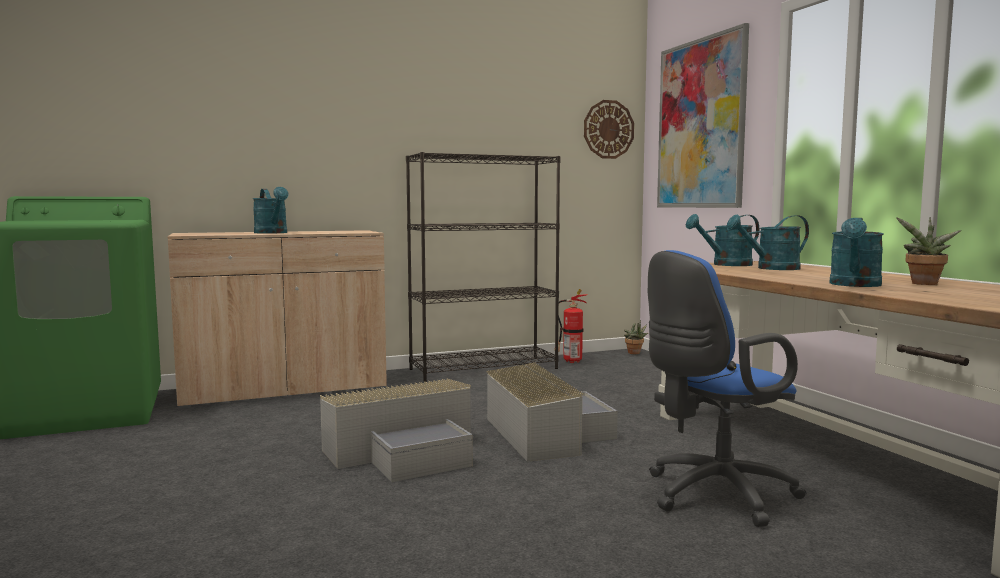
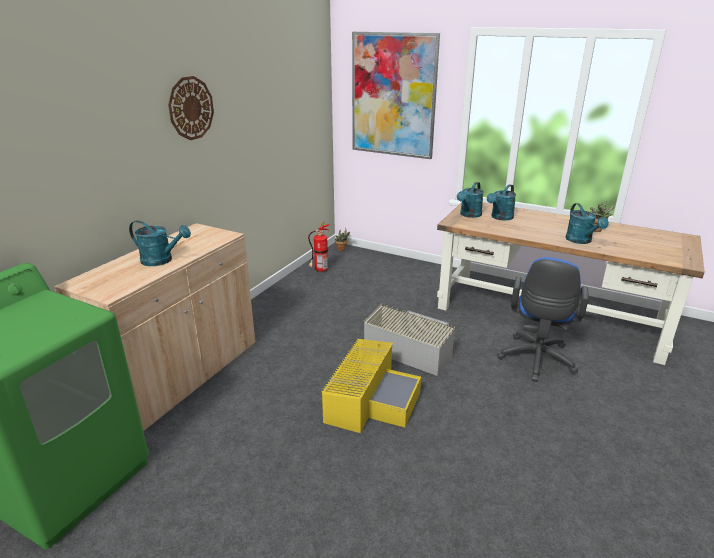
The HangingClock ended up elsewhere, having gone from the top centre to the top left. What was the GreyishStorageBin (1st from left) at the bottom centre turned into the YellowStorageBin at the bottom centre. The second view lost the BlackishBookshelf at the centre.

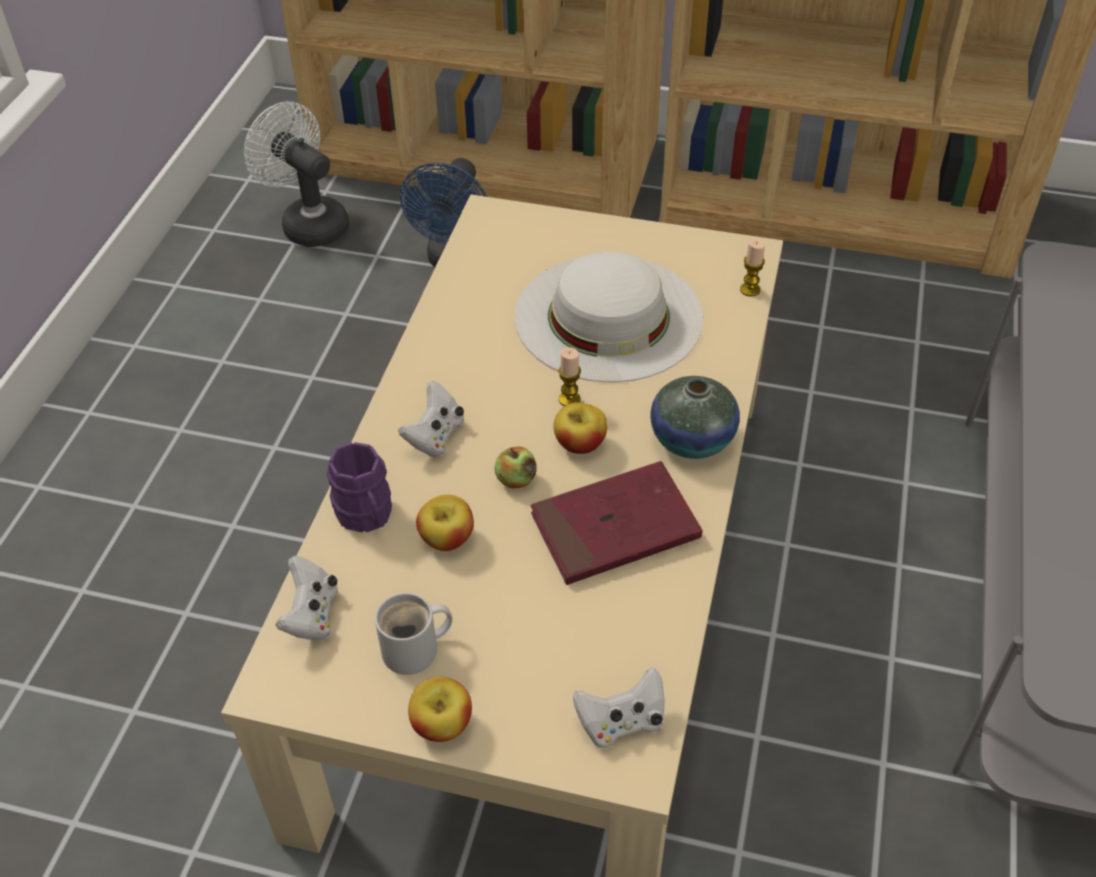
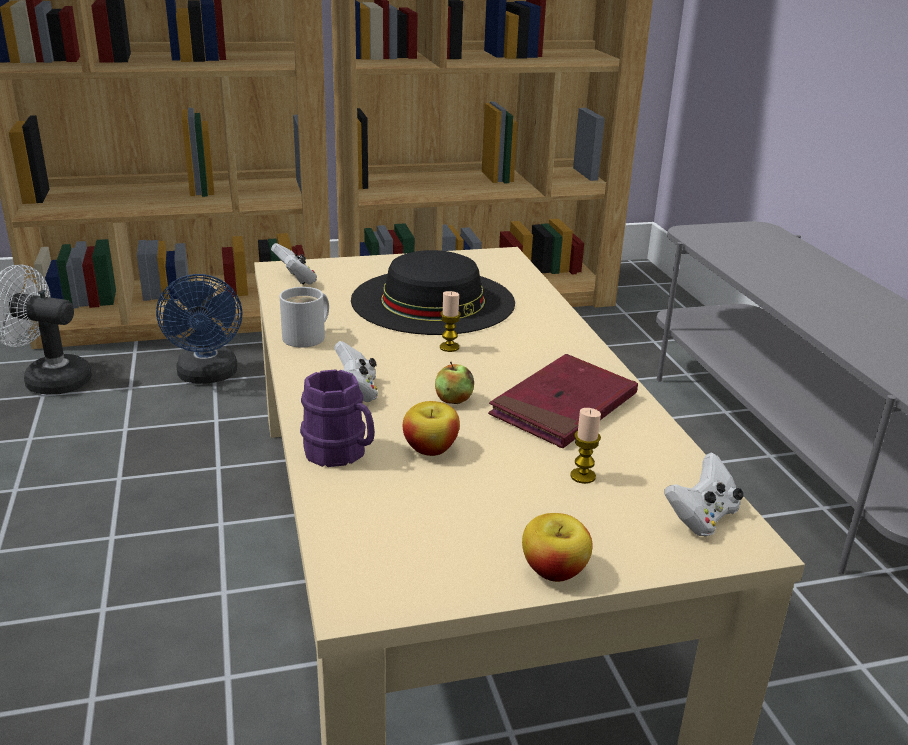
The WhiteJoypad (1st from left) ended up elsewhere, having gone from the bottom left to the middle left. The WhiteMug ended up elsewhere, having gone from the bottom centre to the centre. What was the WhiteHat at the centre turned into the BlackishHat at the centre. The Candle (2nd from left) ended up elsewhere, having gone from the top right to the centre. The second view lost the AppleFruit (4th from left) at the centre. The second view lost the Vase at the centre.

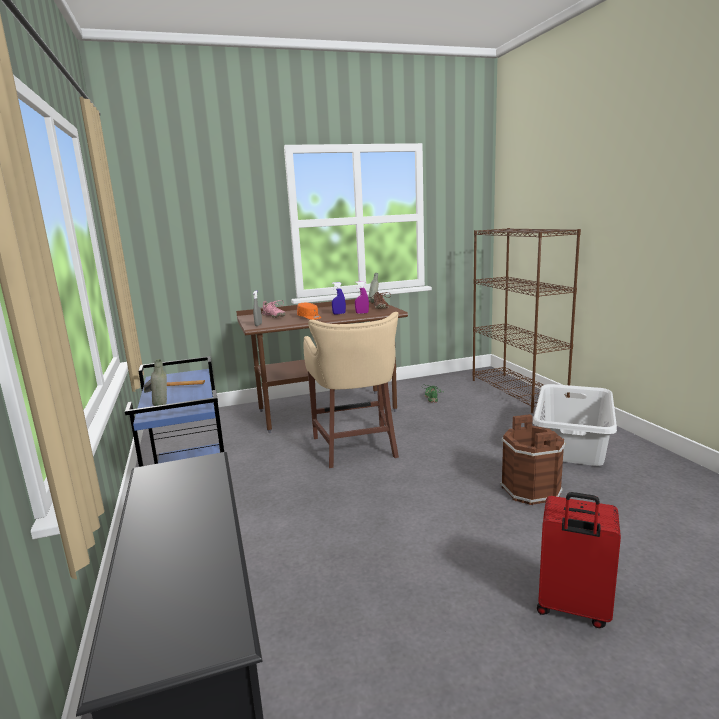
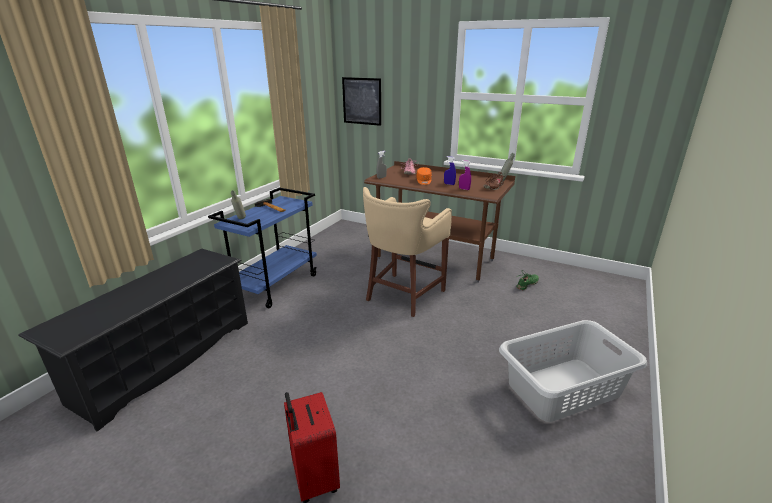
The second view gained the Picture at the top centre. The second view lost the BrownColouredBookshelf at the middle right. The second view lost the BrownColouredPail at the middle right.

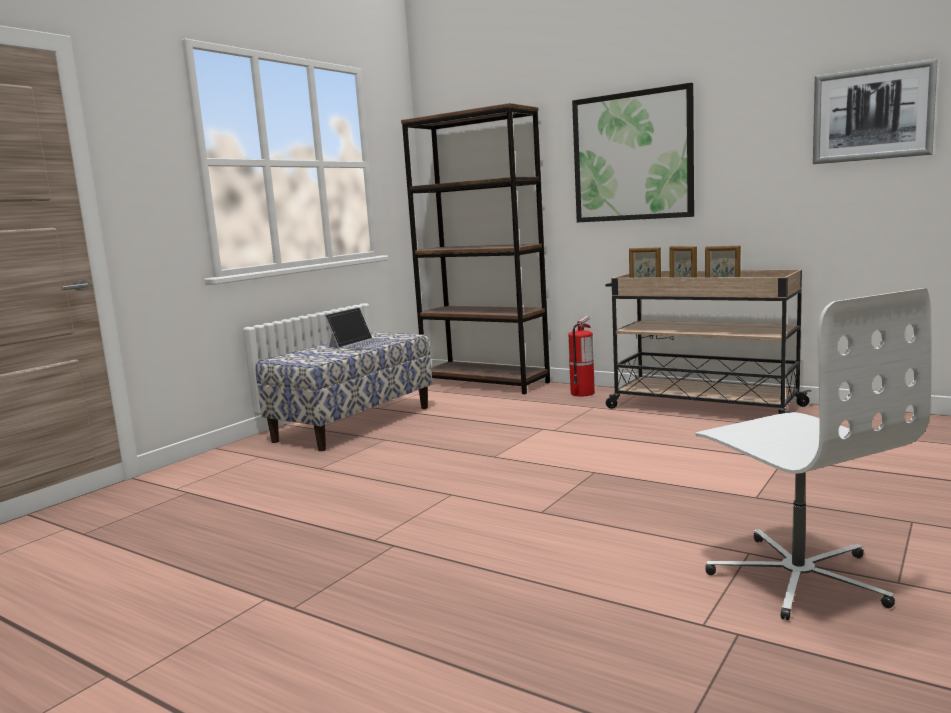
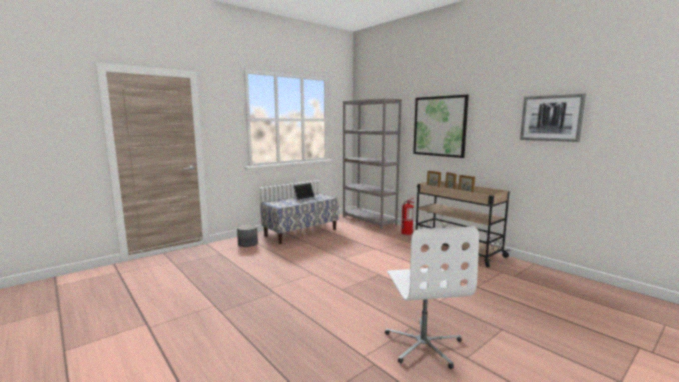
The second view gained the GreyishPlantPot at the centre. What was the BrownColouredBookshelf at the centre turned into the GreyishBookshelf at the centre.

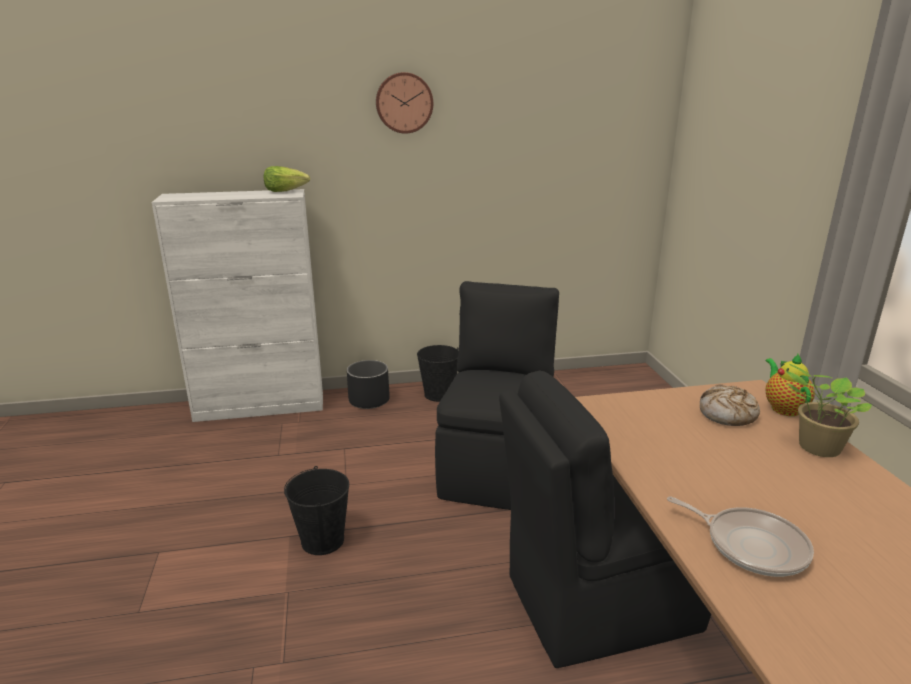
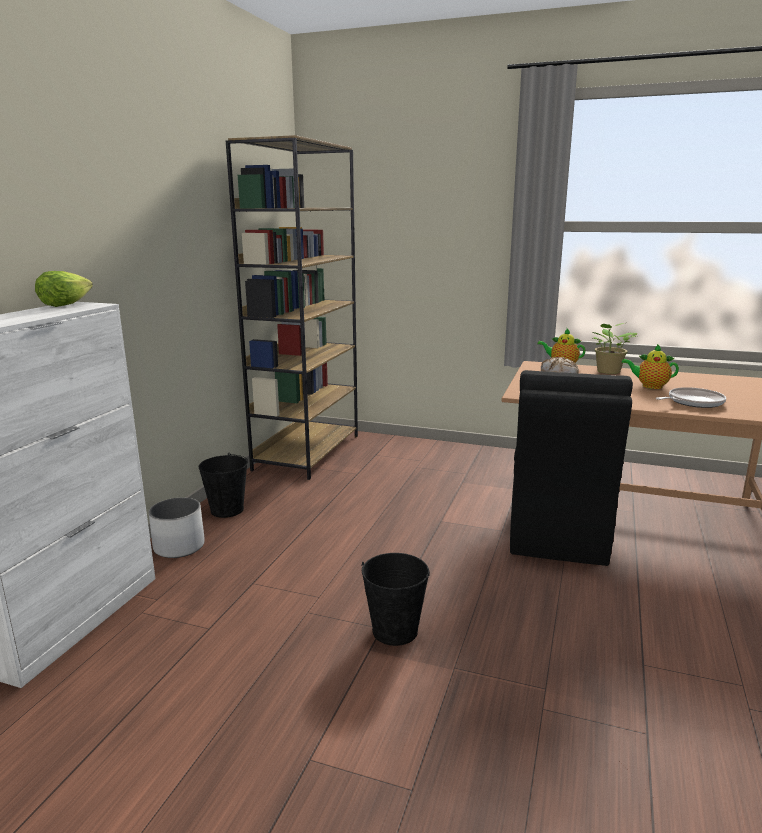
What was the BlackishPlantPot at the centre turned into the WhitePlantPot at the middle left. The second view gained the BrownColouredBookshelf at the centre. The second view gained the TeaPot (2nd from left) at the middle right. The second view lost the HangingClock at the top centre. The second view lost the BlackishUprightChair (1st from left) at the centre.

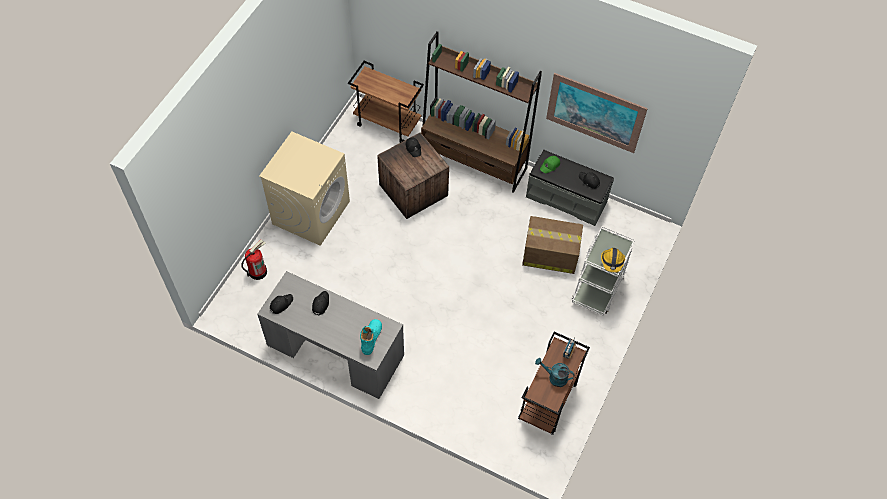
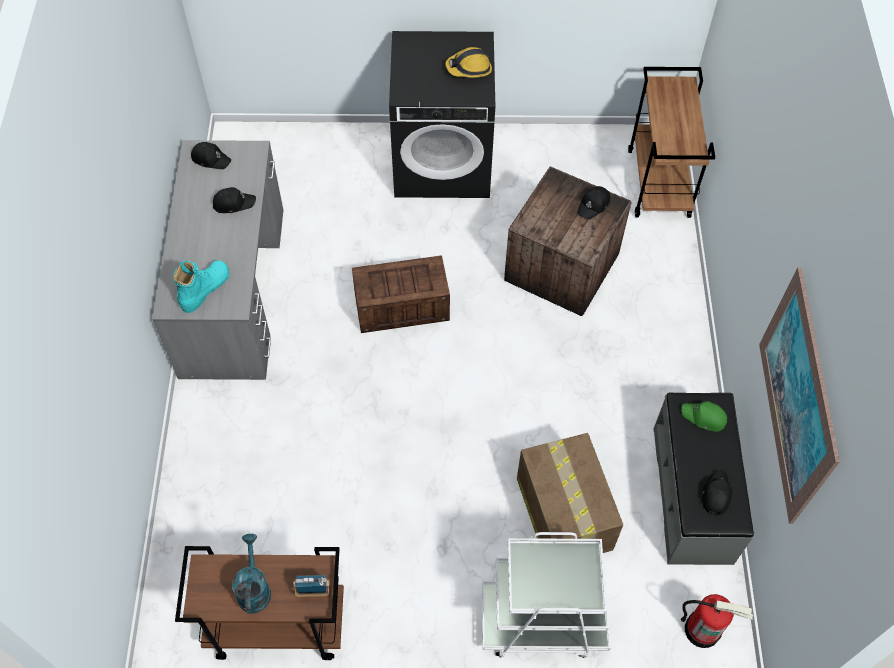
The BlueGreenBoot at the bottom centre ended up facing another way, 45 degrees counterclockwise from before. The second view gained the PackingCrate (1st from left) at the centre. What was the SandColouredWashingMachine at the centre turned into the BlackishWashingMachine at the top centre. The WorkHelmet ended up elsewhere, having gone from the middle right to the top centre. The FireFightingCylinder ended up elsewhere, having gone from the middle left to the bottom right. The second view lost the BrownColouredBookshelf at the top centre.

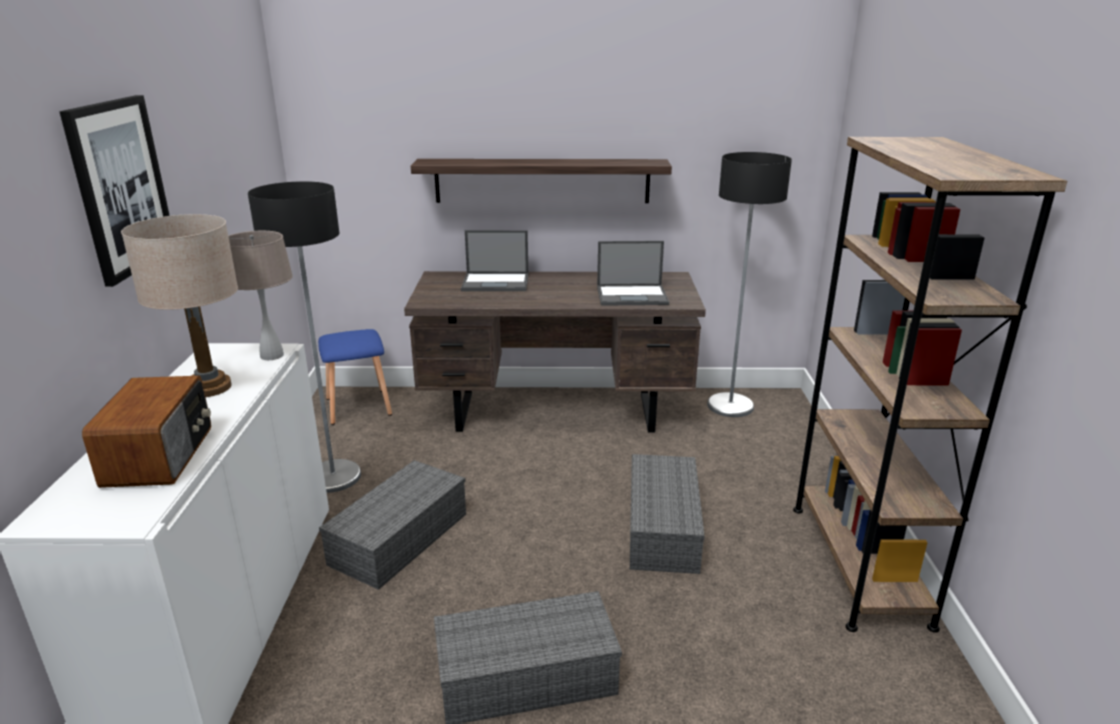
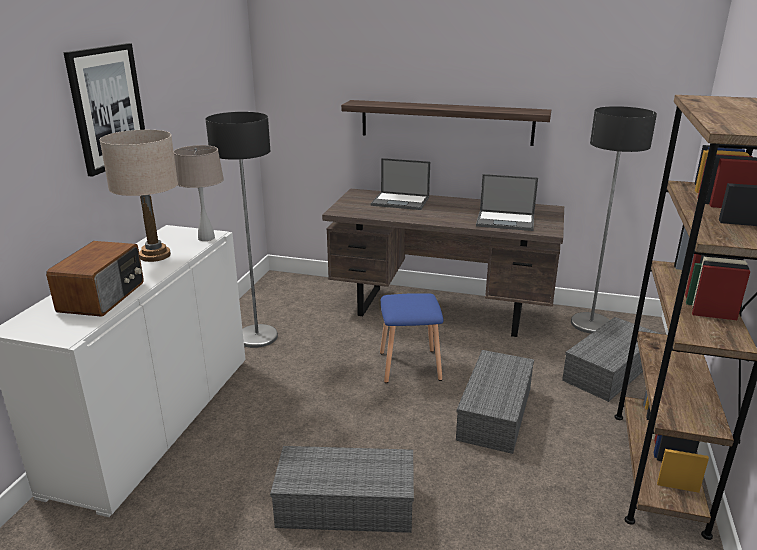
The BluishStool ended up elsewhere, having gone from the middle left to the centre. The GreyishStorageBin (1st from left in the first image) ended up elsewhere, having gone from the bottom centre to the middle right.

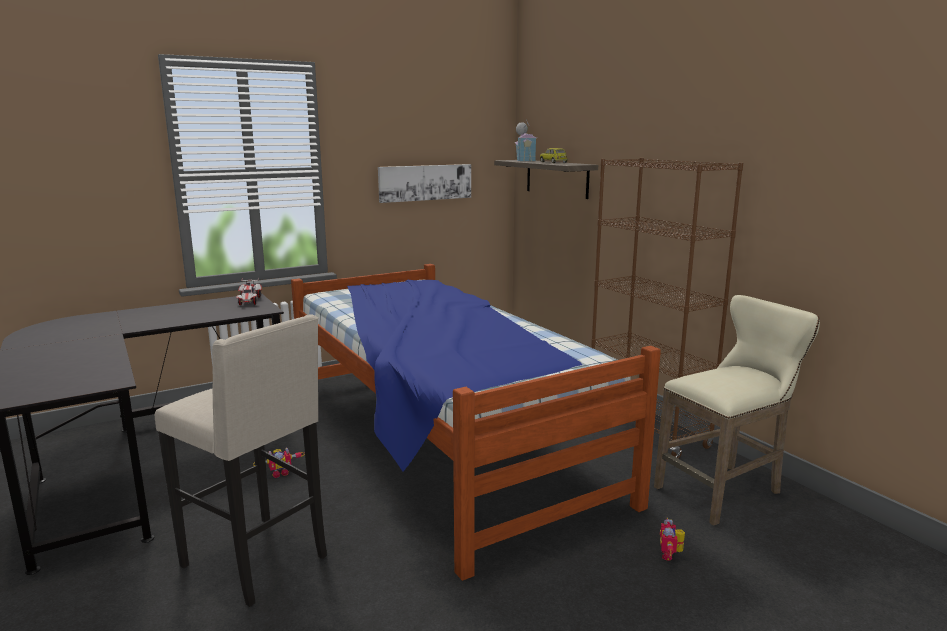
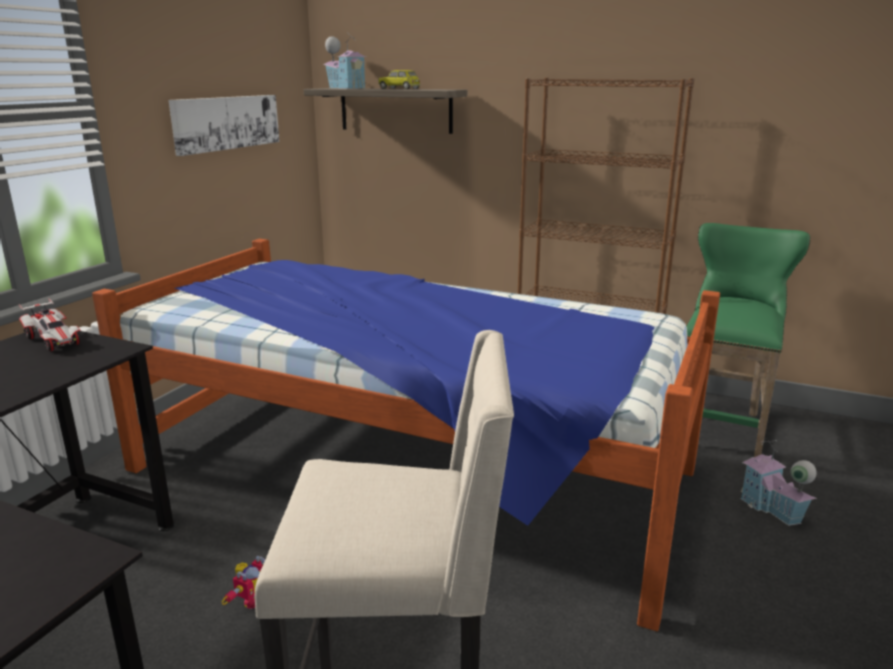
What was the SandColouredStool (2nd from left) at the middle right turned into the GreenColouredStool at the middle right. Where the ModelRobot (2nd from left) stood at the bottom right, the MiniatureHouse (2nd from left) came to stand at the bottom right.

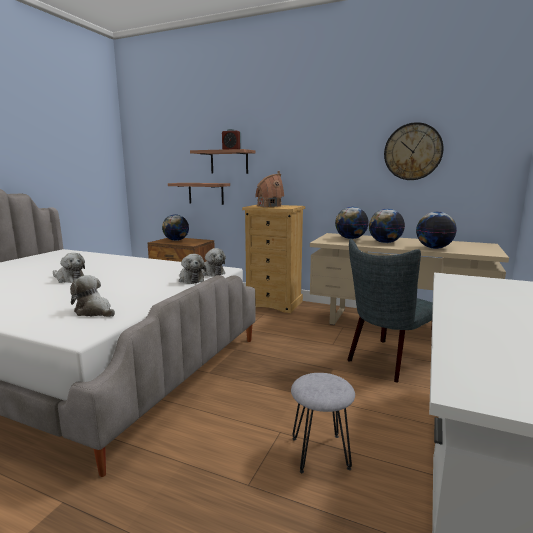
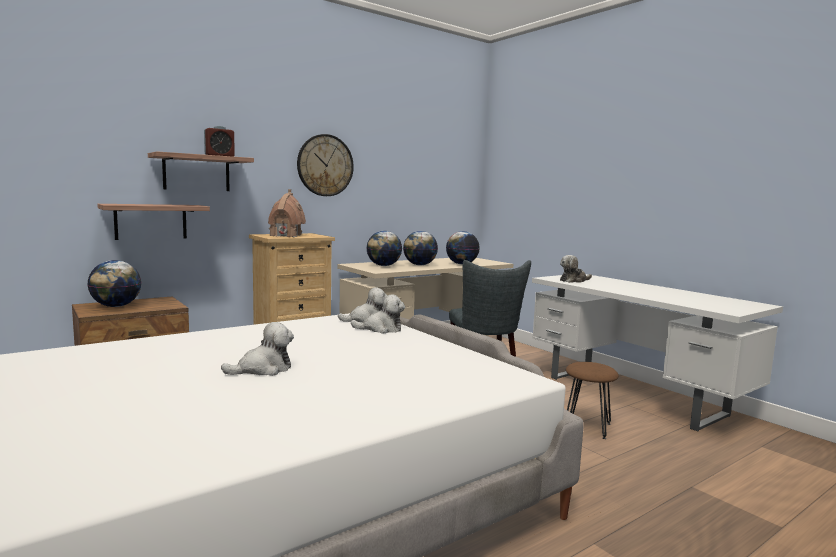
The HangingClock ended up elsewhere, having gone from the top right to the top centre. The SoftToy (2nd from left in the first image) ended up elsewhere, having gone from the middle left to the middle right. What was the GreyishStool at the bottom centre turned into the BrownColouredStool at the bottom right.

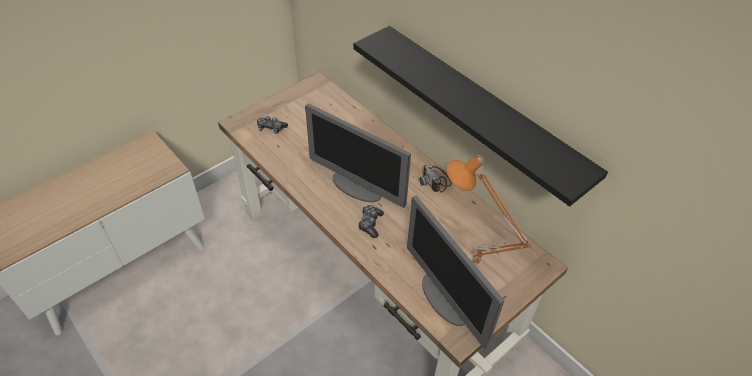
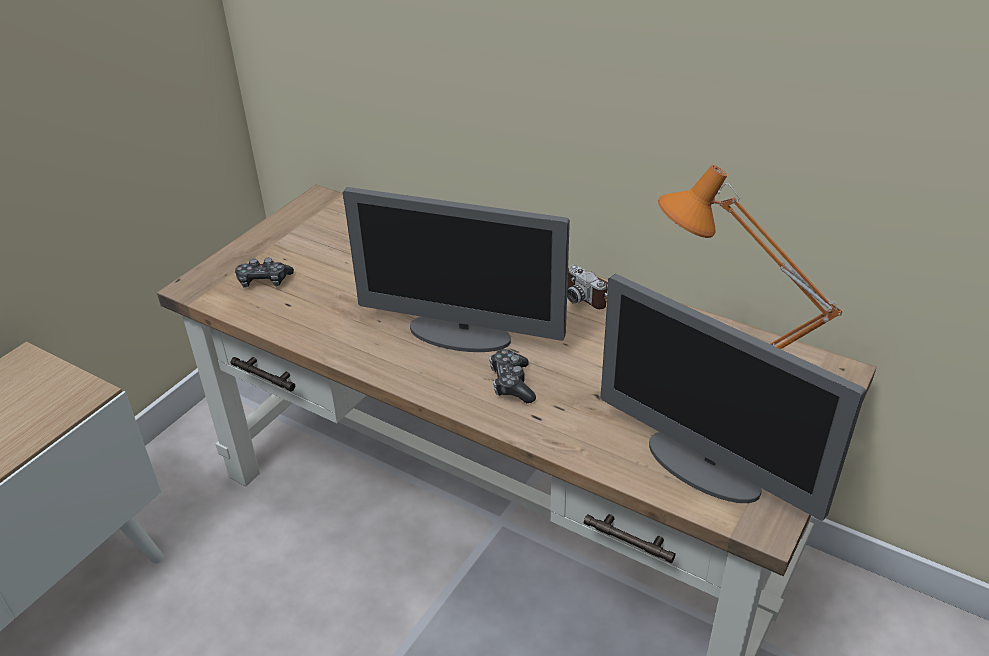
The second view lost the BlackishWallShelf at the top centre.

